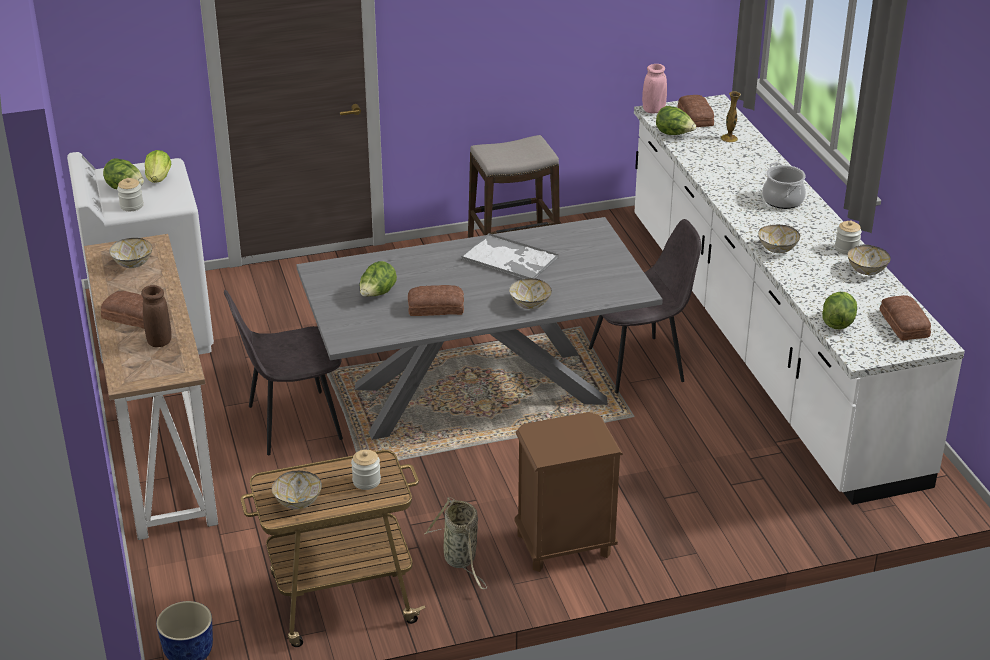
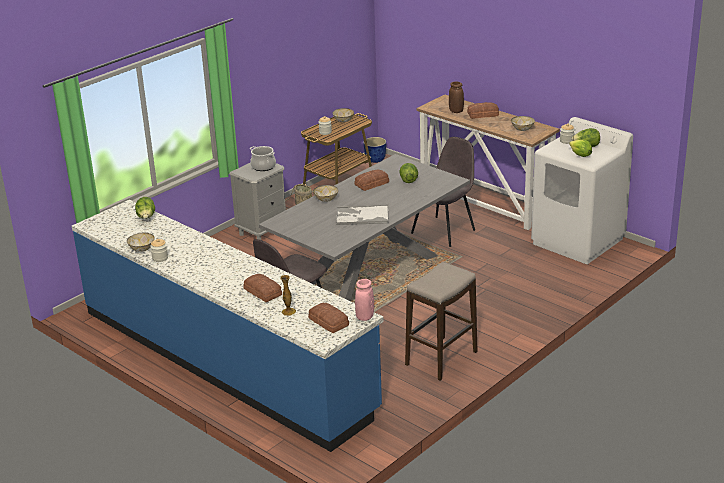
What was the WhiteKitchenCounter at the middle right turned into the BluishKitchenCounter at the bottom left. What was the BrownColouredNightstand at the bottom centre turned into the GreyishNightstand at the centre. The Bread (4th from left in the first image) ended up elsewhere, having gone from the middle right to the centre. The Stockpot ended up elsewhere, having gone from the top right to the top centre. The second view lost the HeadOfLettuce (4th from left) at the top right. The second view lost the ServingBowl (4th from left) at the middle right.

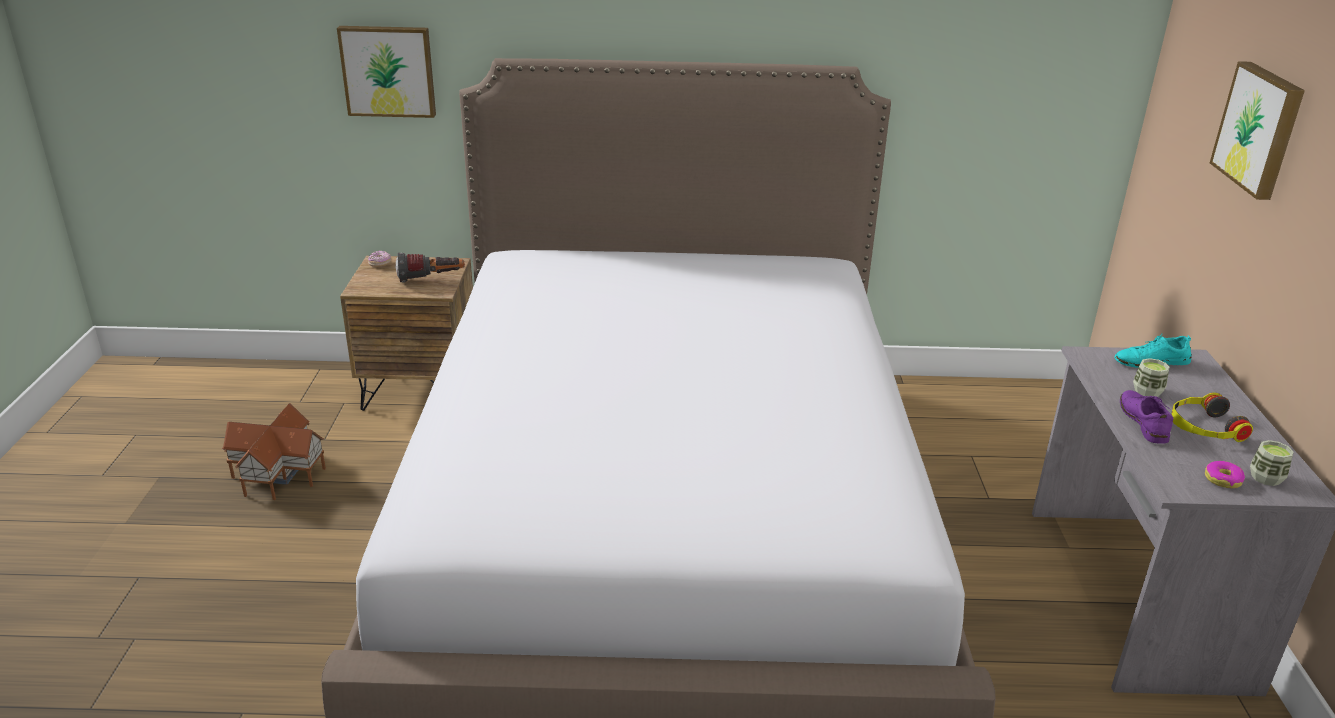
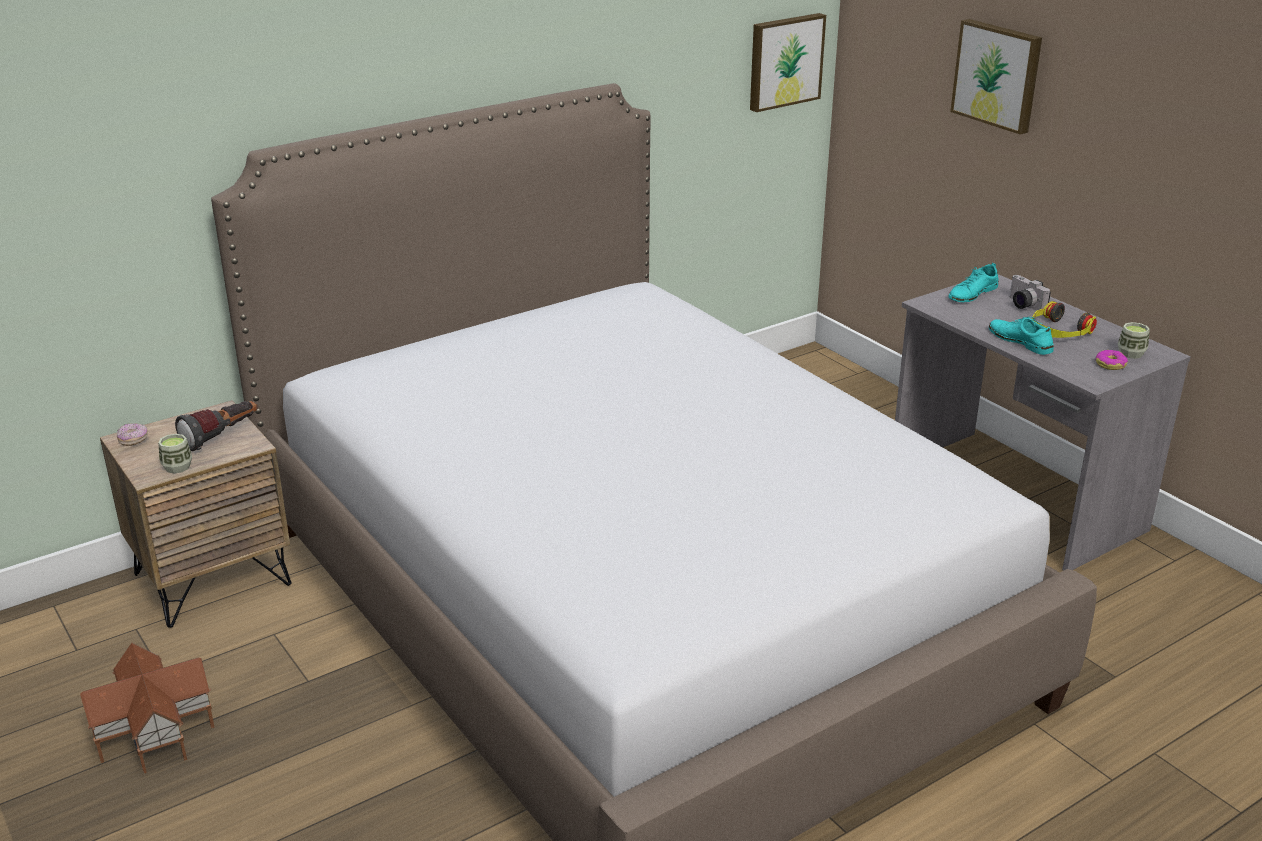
The SmallCup (1st from left) ended up elsewhere, having gone from the middle right to the middle left. The Picture (1st from left) ended up elsewhere, having gone from the top left to the top centre. What was the PurpleShoe at the middle right turned into the BlueGreenShoe (2nd from left) at the middle right. The second view gained the PhotoCamera at the middle right.

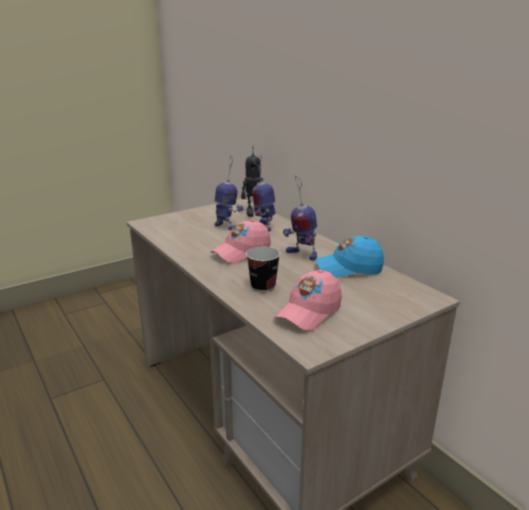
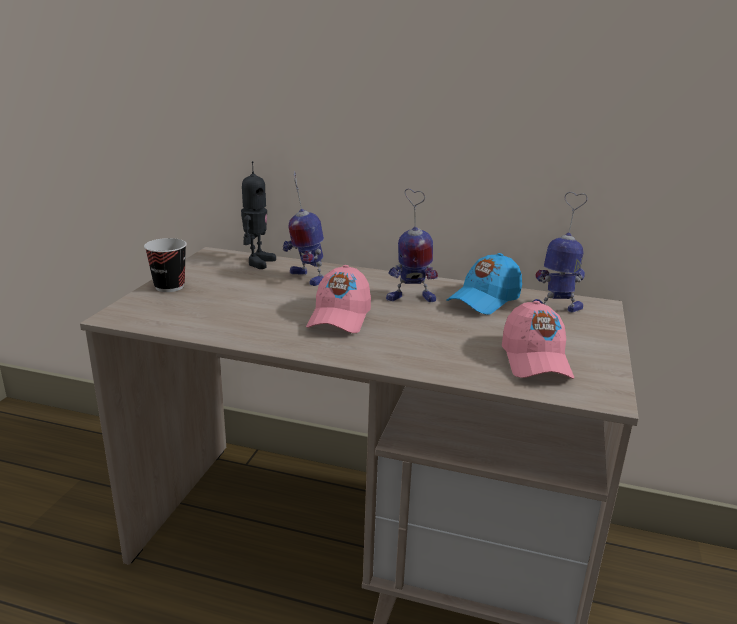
The SmallCup ended up elsewhere, having gone from the centre to the middle left. The ModelRobot (1st from left in the first image) ended up elsewhere, having gone from the centre to the middle right.

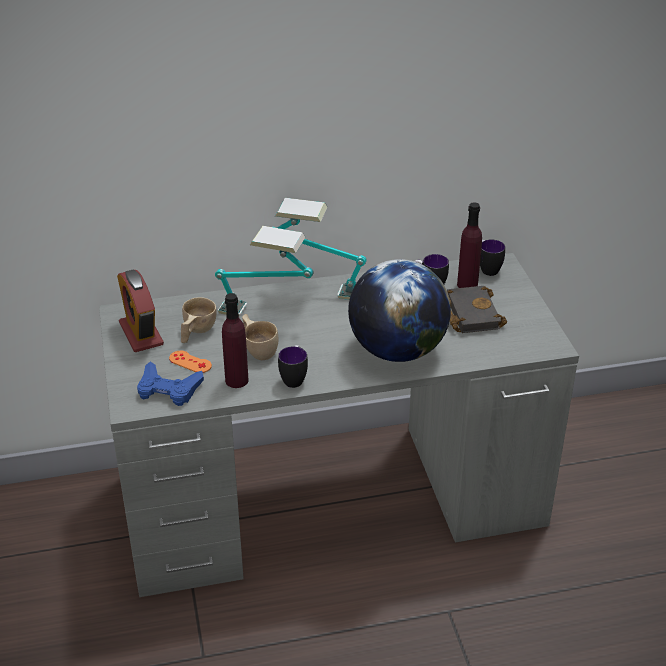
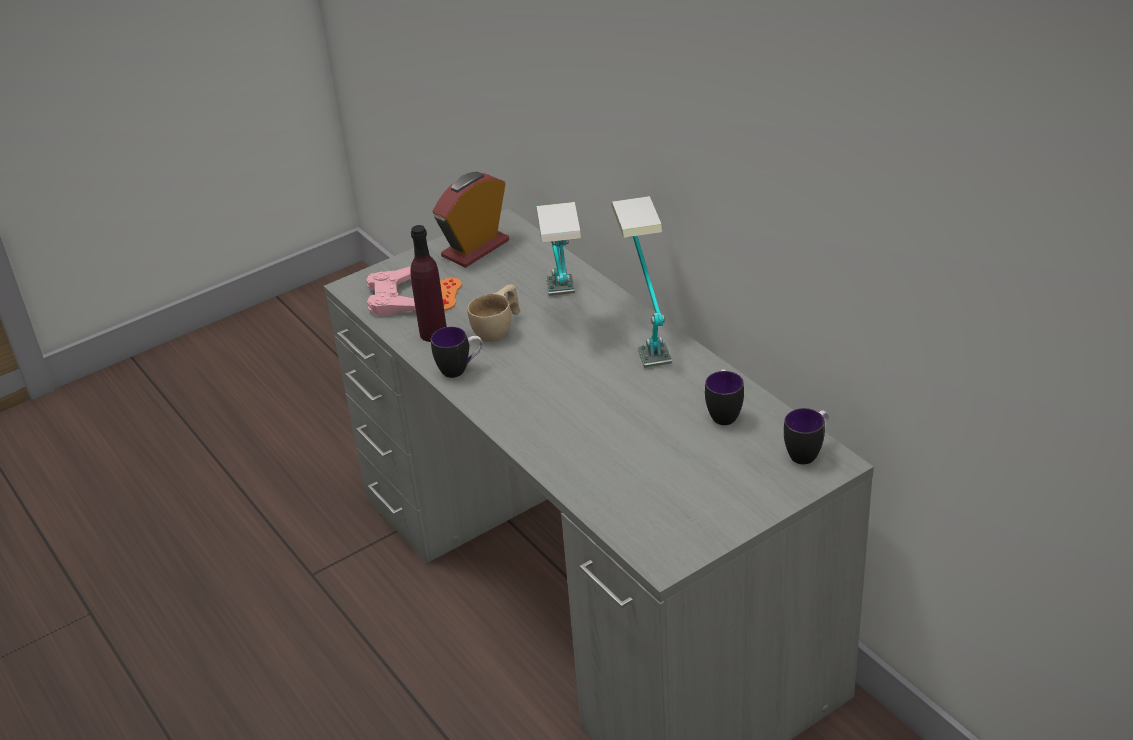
What was the BluishJoypad at the middle left turned into the PinkColouredJoypad at the centre. The second view lost the SandColouredSmallCup (1st from left) at the middle left. The second view lost the DeskGlobe at the centre. The second view lost the BlackishBook at the middle right. The second view lost the PurpleBeverageBottle (2nd from left) at the middle right.

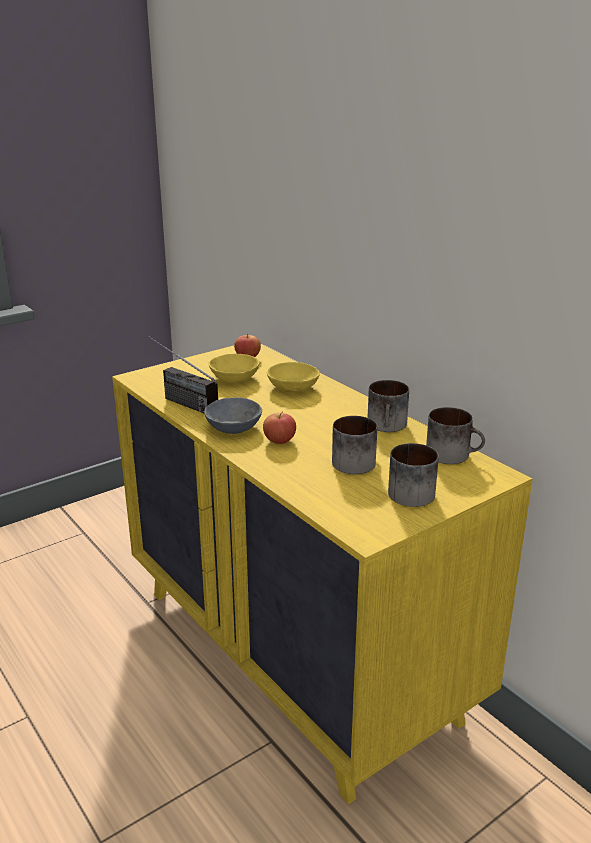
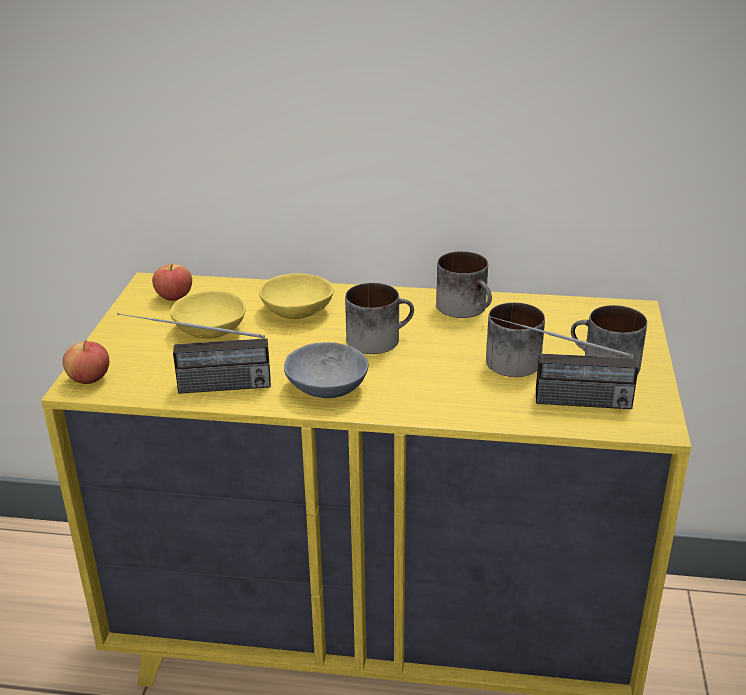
The AppleFruit (2nd from left in the first image) ended up elsewhere, having gone from the centre to the middle left. The Mug (4th from left in the first image) ended up elsewhere, having gone from the middle right to the centre. The second view gained the Radio (2nd from left) at the middle right.

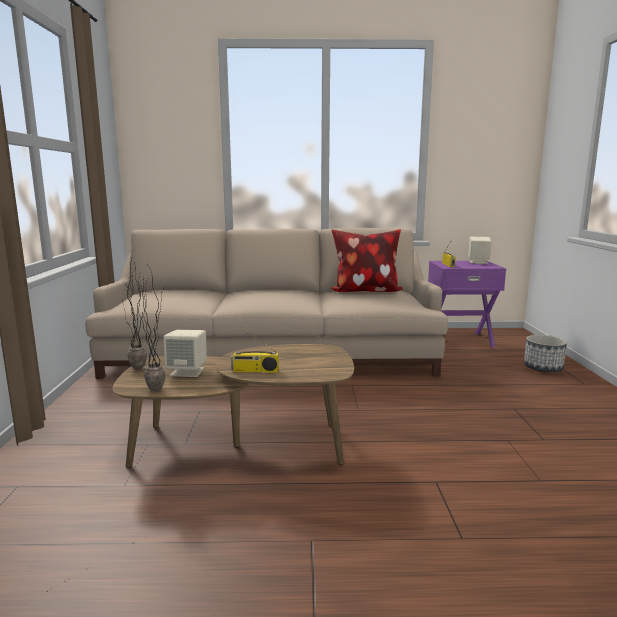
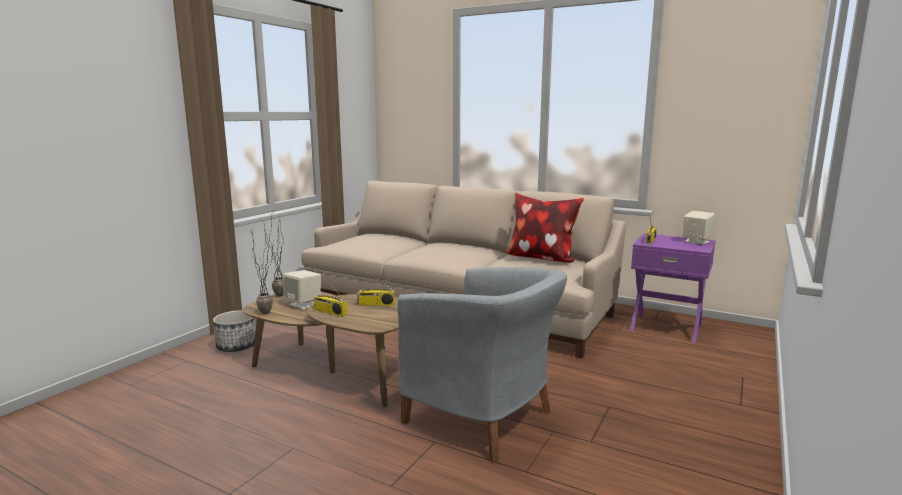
The PlantPot ended up elsewhere, having gone from the middle right to the bottom left. The second view gained the Radio (2nd from left) at the centre. The second view gained the GreyishLoungeChair at the bottom centre.

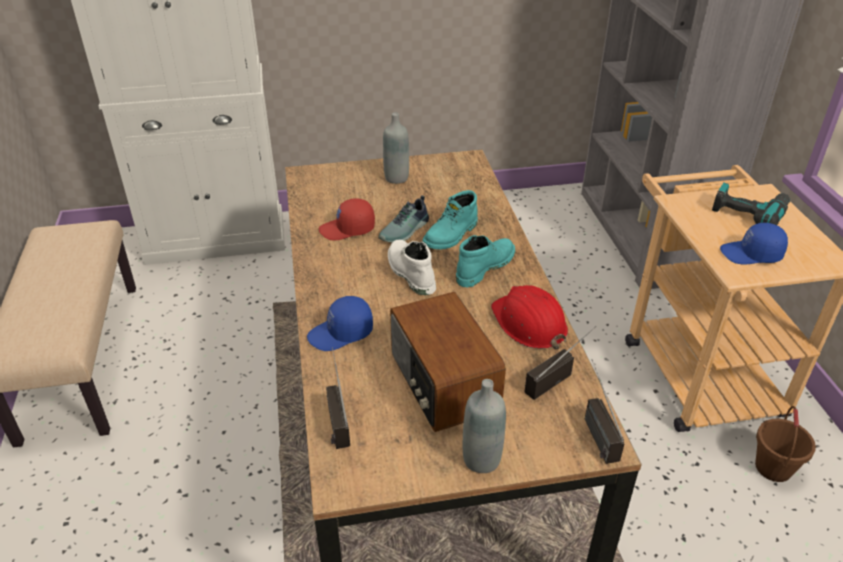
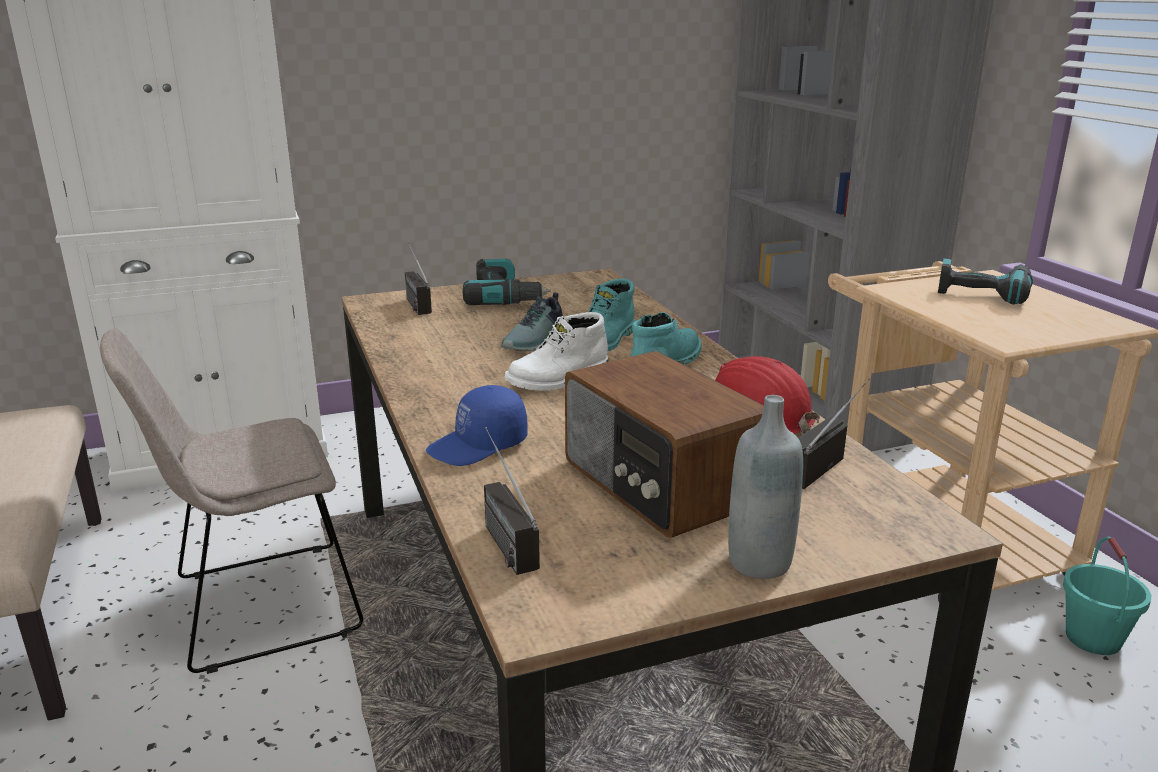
The second view gained the SandColouredUprightChair at the middle left. The Radio (4th from left in the first image) ended up elsewhere, having gone from the bottom right to the centre. Where the GreyishBeverageBottle (1st from left) stood at the top centre, the ElectricDrill (1st from left) came to stand at the centre. The WhiteBoot at the centre ended up facing another way, 90 degrees counterclockwise from before. What was the BrownColouredPail at the bottom right turned into the BlueGreenPail at the bottom right. The second view lost the RedCap at the centre. The second view lost the BluishCap (2nd from left) at the middle right.

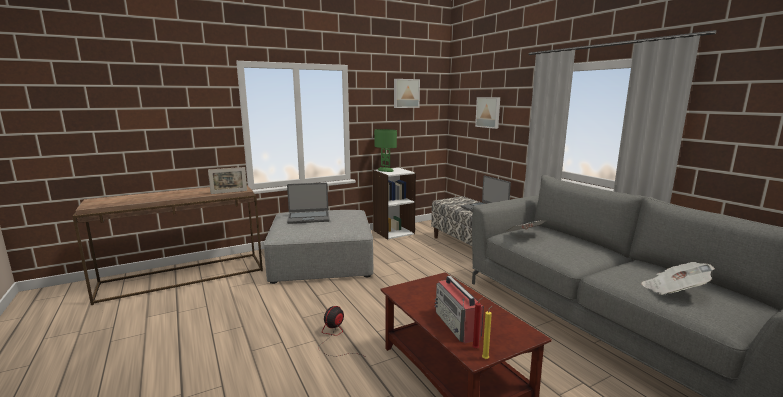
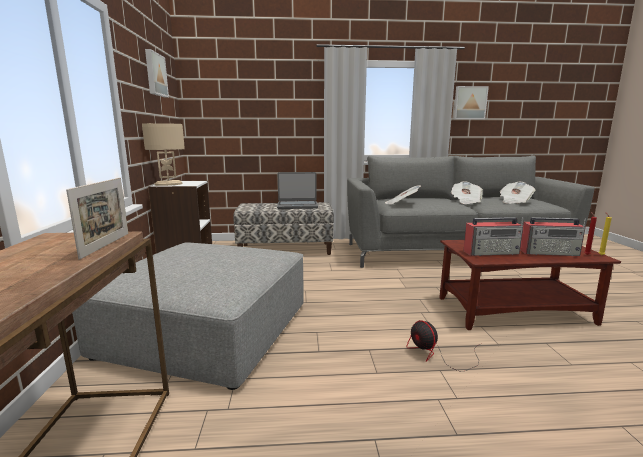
What was the GreenColouredLampForATable at the centre turned into the SandColouredLampForATable at the middle left. The second view gained the DailyPaper (2nd from left) at the middle right. The Picture (2nd from left) ended up elsewhere, having gone from the top centre to the top right. The second view gained the Radio (1st from left) at the middle right. The second view lost the PortableComputer (1st from left) at the centre.

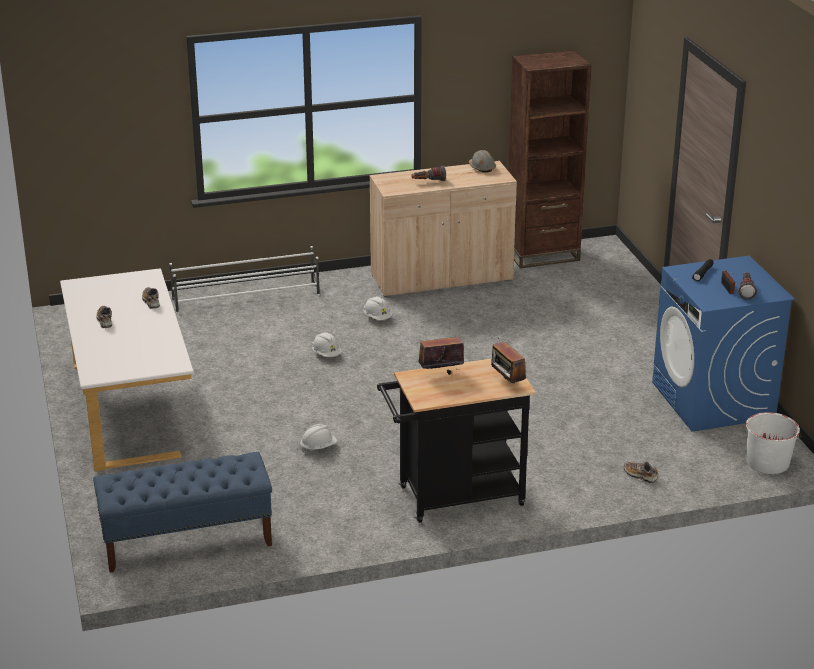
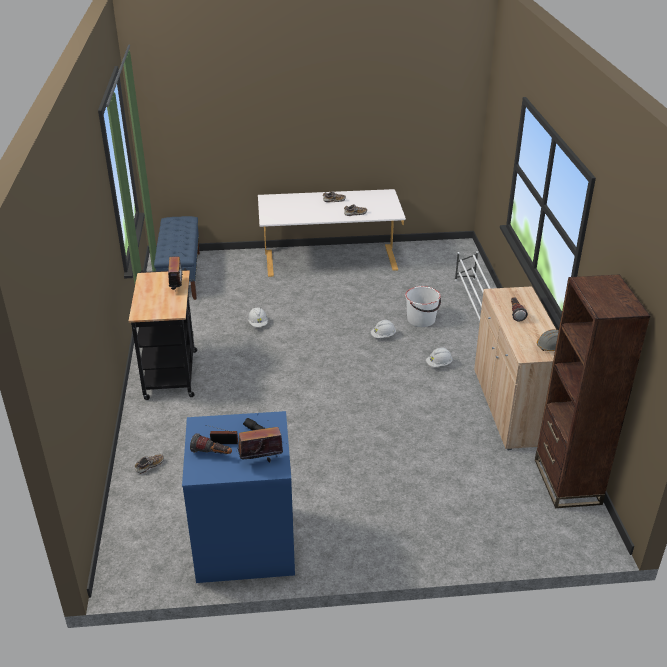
The Radio (2nd from left in the first image) ended up elsewhere, having gone from the centre to the bottom centre. The WhitePail ended up elsewhere, having gone from the middle right to the centre.

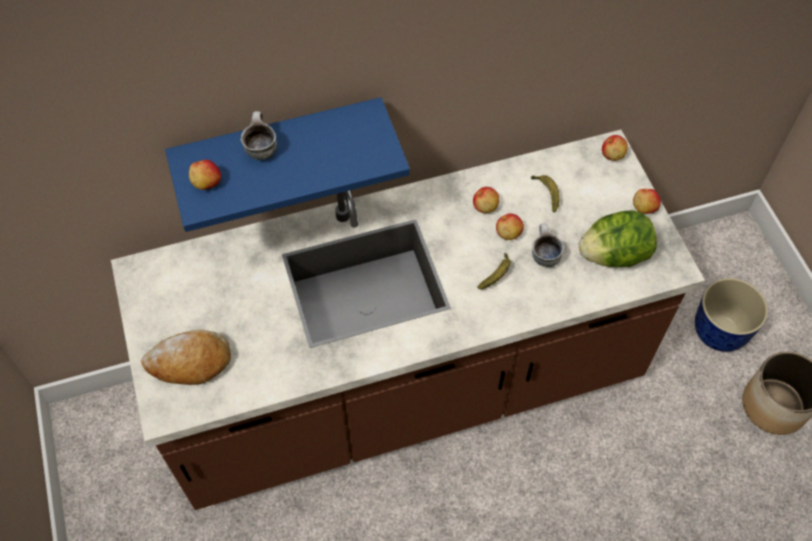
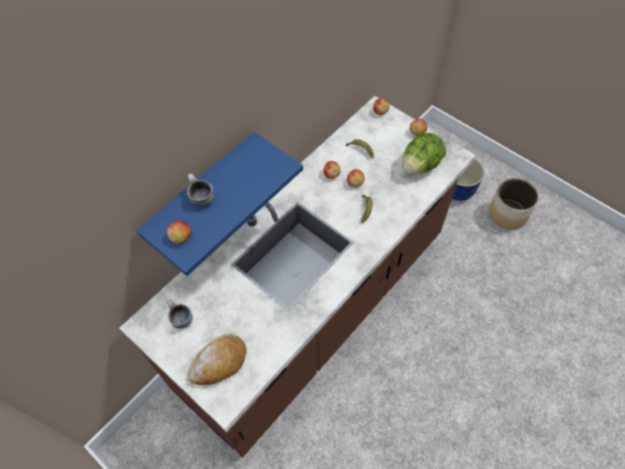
The Mug (2nd from left in the first image) ended up elsewhere, having gone from the middle right to the bottom left.

